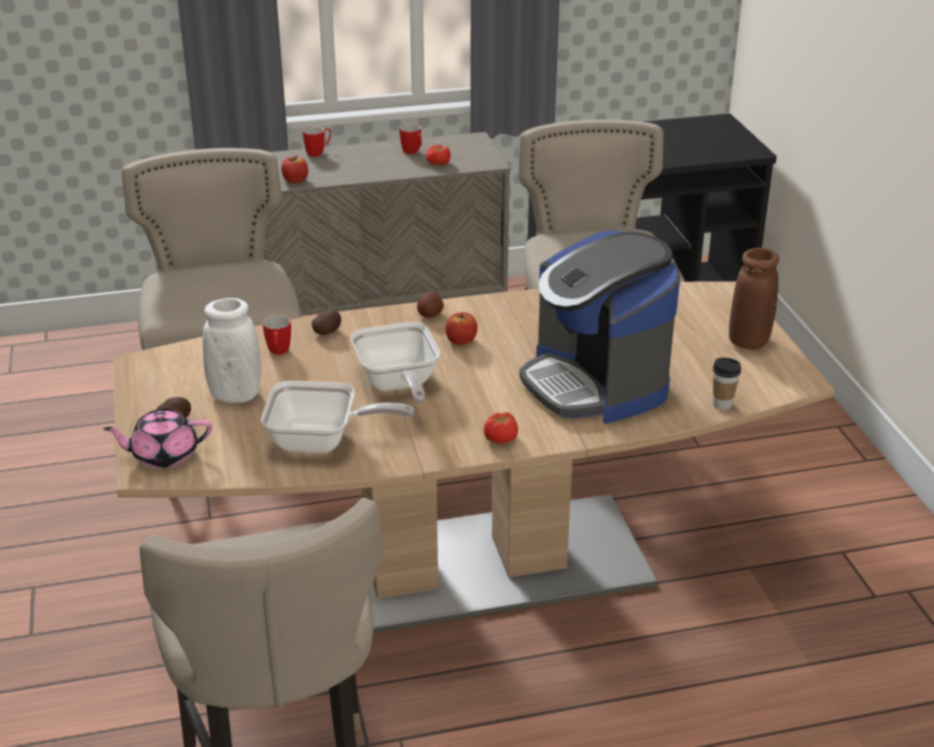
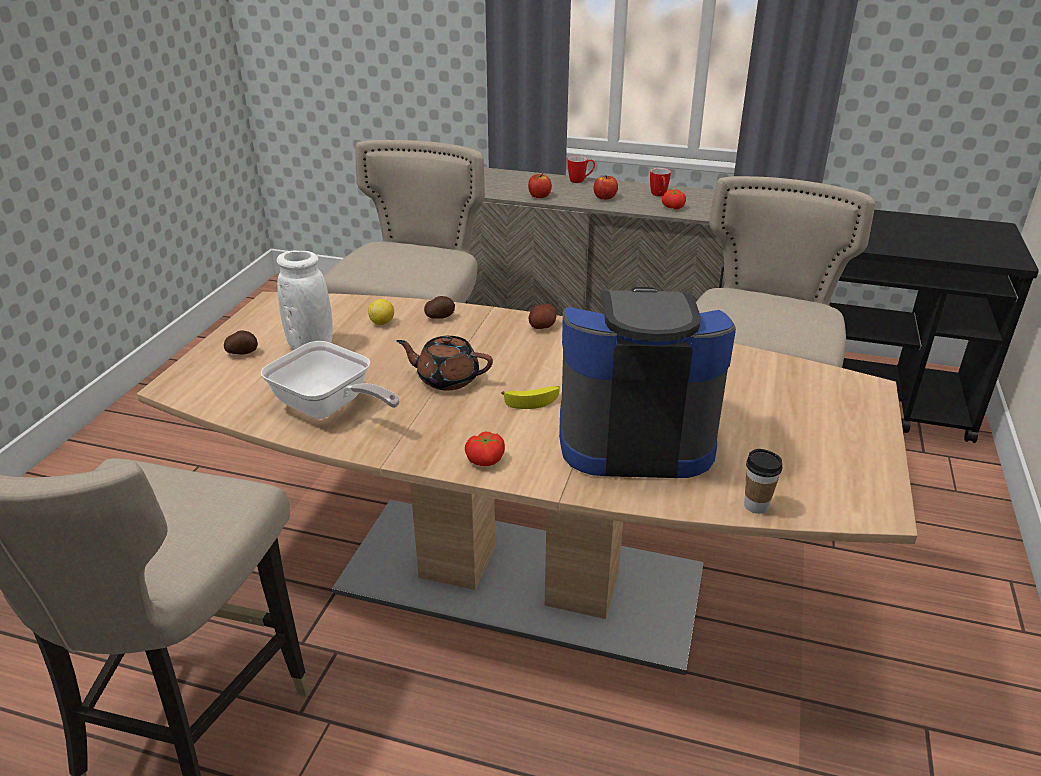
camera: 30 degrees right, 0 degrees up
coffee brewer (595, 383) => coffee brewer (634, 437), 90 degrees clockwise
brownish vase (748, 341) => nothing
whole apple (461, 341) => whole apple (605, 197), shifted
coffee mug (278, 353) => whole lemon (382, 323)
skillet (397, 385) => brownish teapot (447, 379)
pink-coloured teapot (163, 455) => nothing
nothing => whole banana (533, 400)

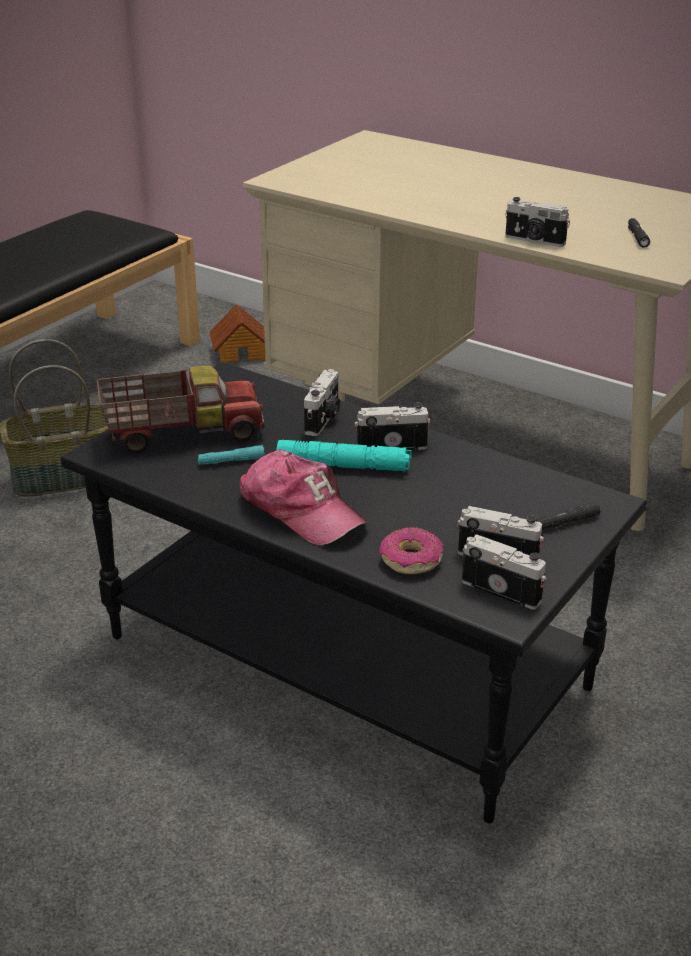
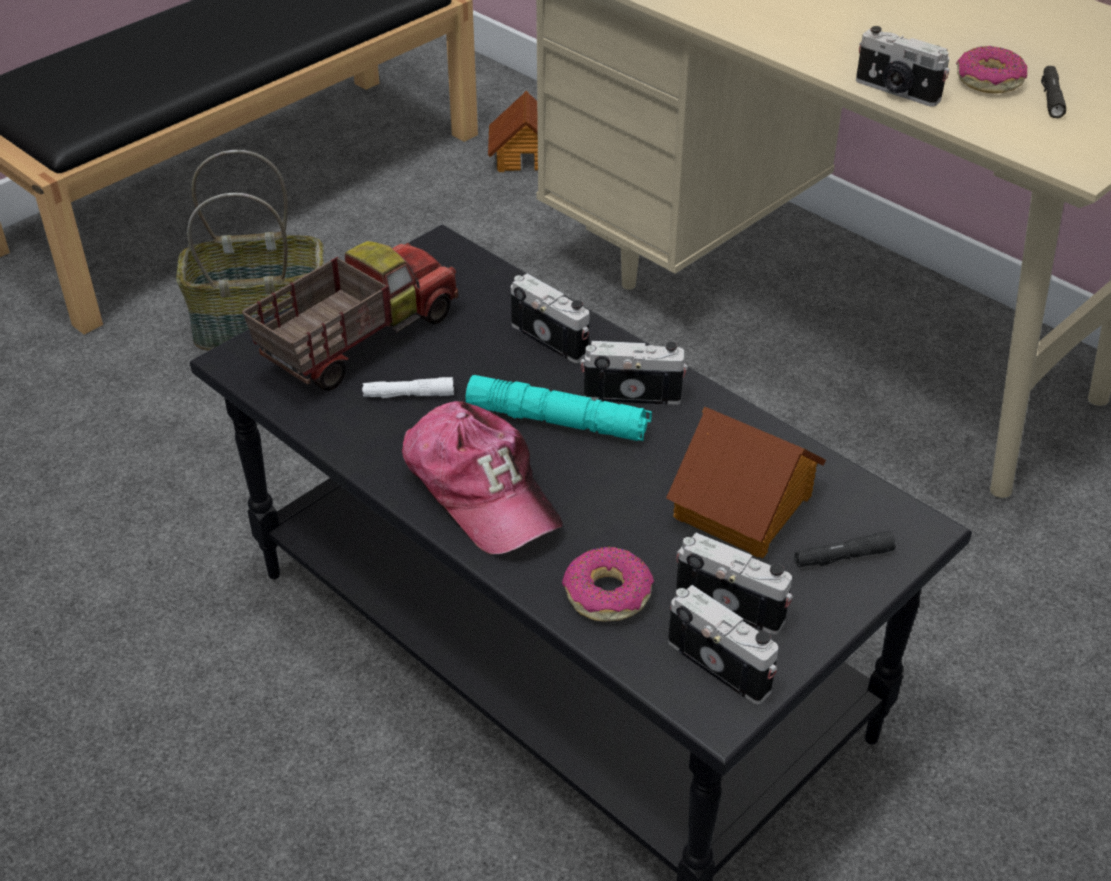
camera: 10 degrees right, 10 degrees up
toy lorry (182, 433) => toy lorry (357, 340), 45 degrees counterclockwise
photo camera (324, 420) => photo camera (551, 338), 75 degrees counterclockwise
blue-green hand torch (231, 461) => whitish hand torch (408, 395)
nothing => doughnut (988, 81)
nothing => toy house (745, 507)

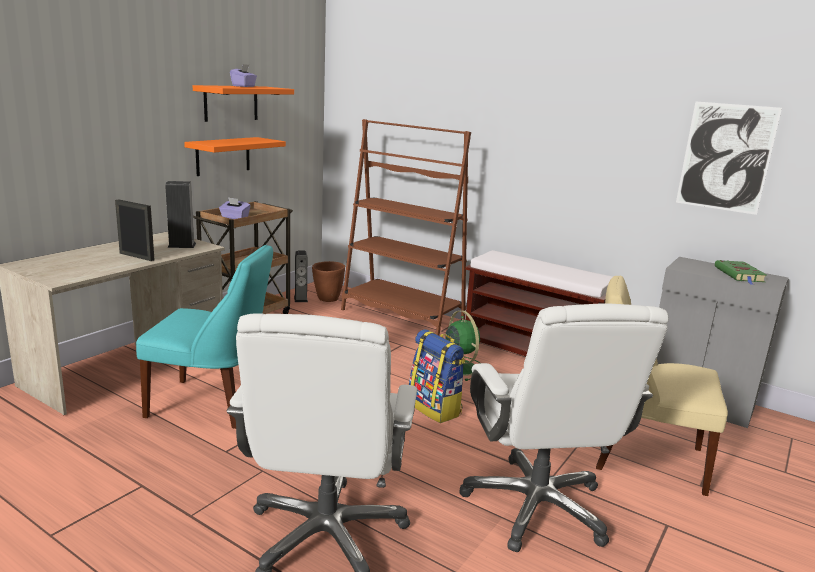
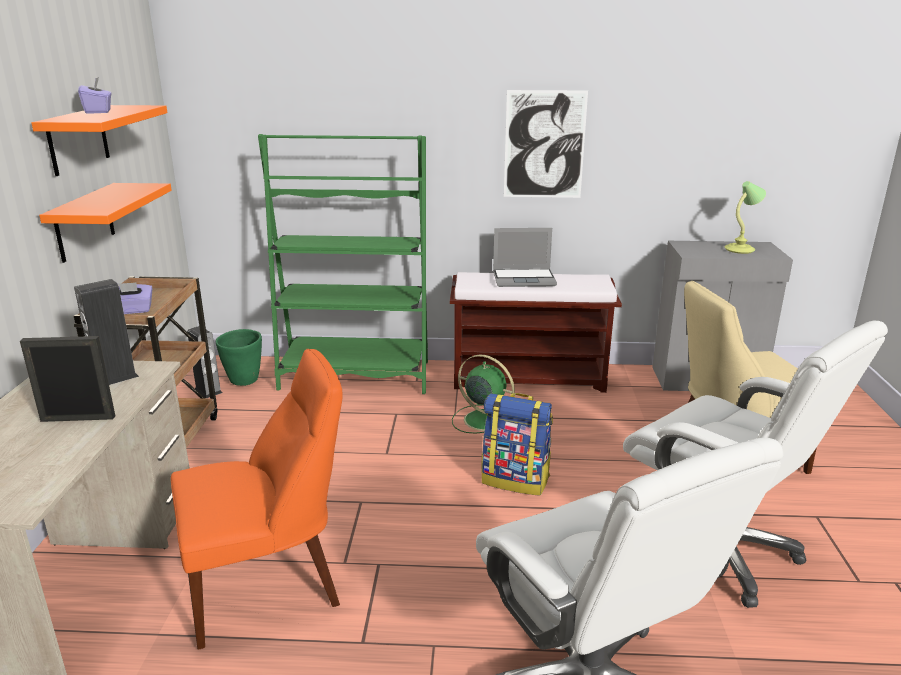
camera: 30 degrees left, 5 degrees up
wall art (726, 157) => wall art (544, 145), shifted
brownish bookcase (402, 316) => greenish bookcase (355, 376)
blue-green chair (212, 405) => orange chair (270, 586)
greenish bound book (740, 275) => tabletop lamp (740, 249)
brownish planter (328, 299) => greenish planter (244, 381)
nothing => portable computer (524, 279)

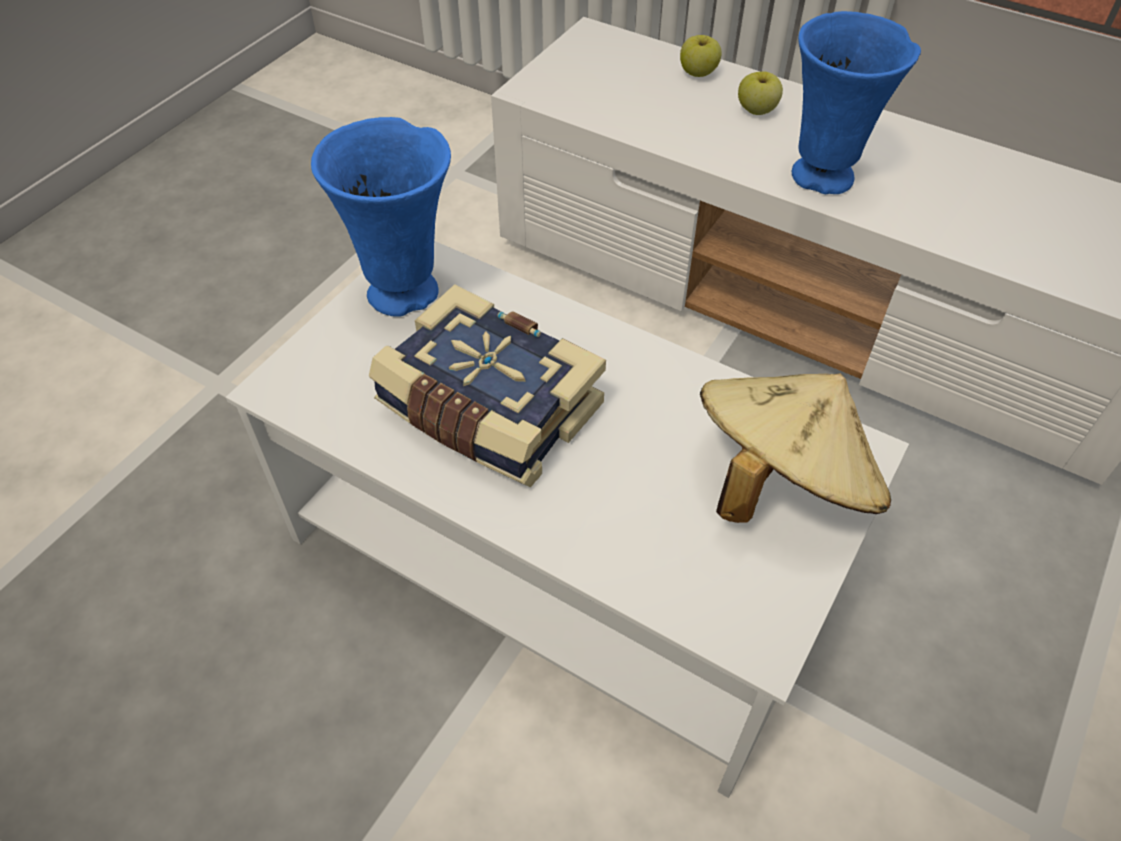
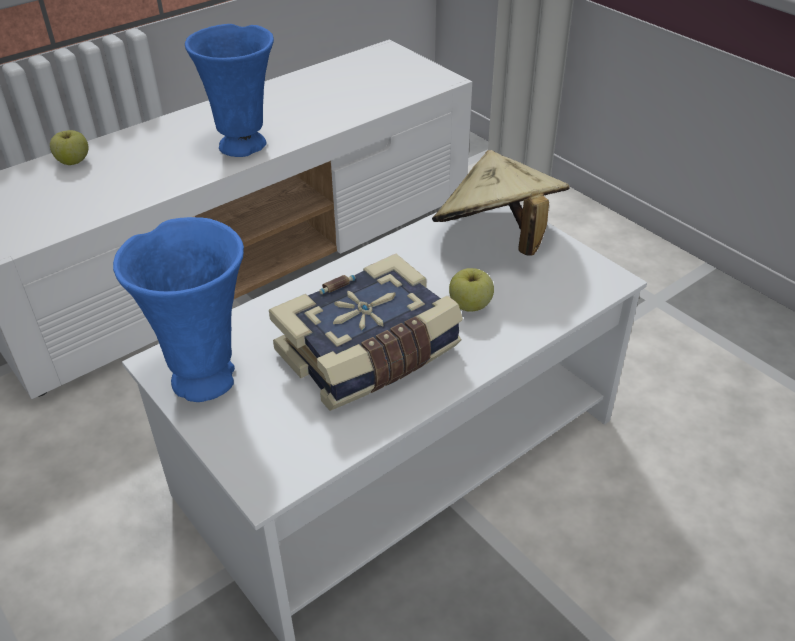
camera: 70 degrees left, 10 degrees down
whole apple (756, 110) => whole apple (470, 306), shifted

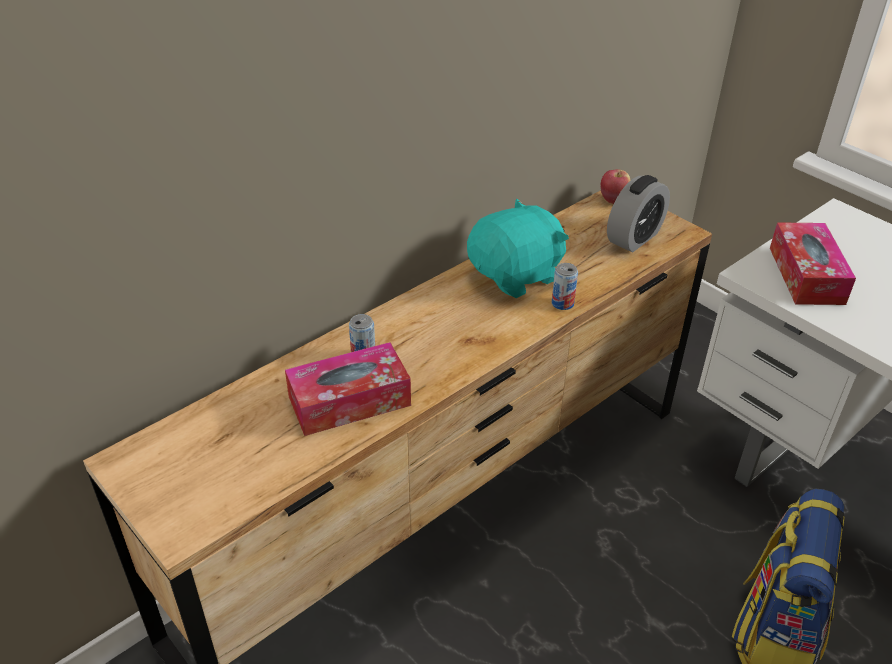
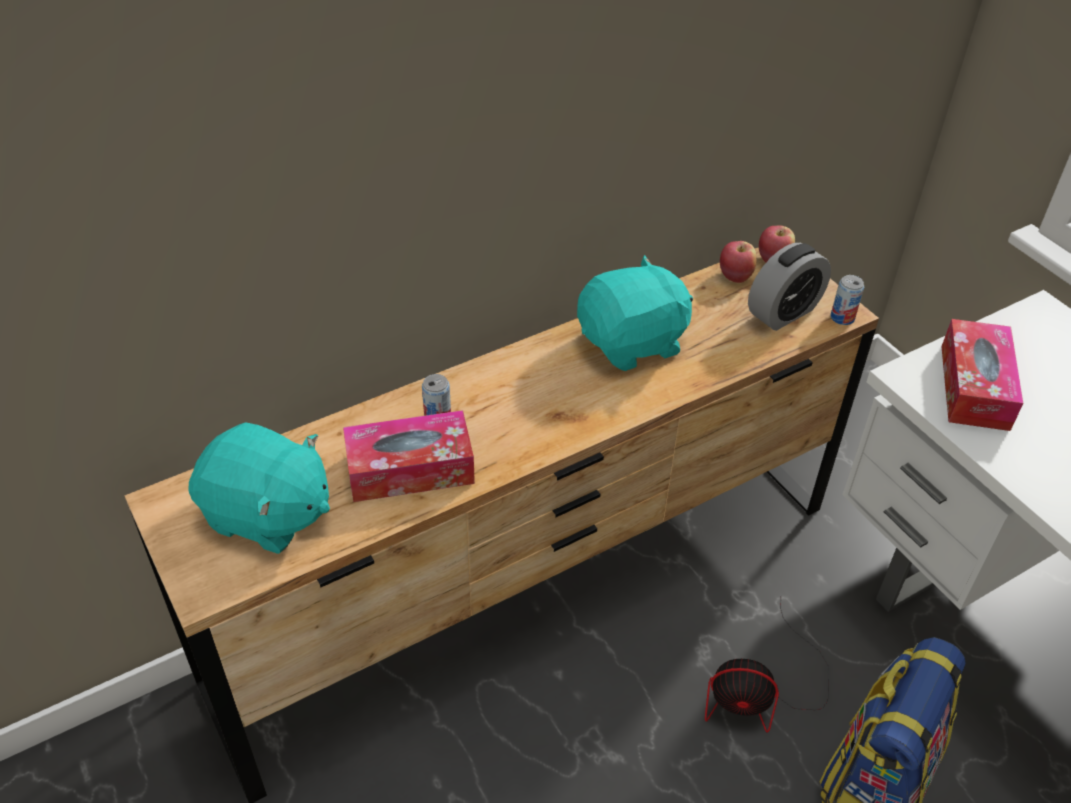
camera: 10 degrees right, 5 degrees up
metal can (562, 303) => metal can (842, 317), shifted
nothing => whole apple (735, 276)
nothing => blue-green soft toy (267, 514)
nothing => cooling fan (761, 693)

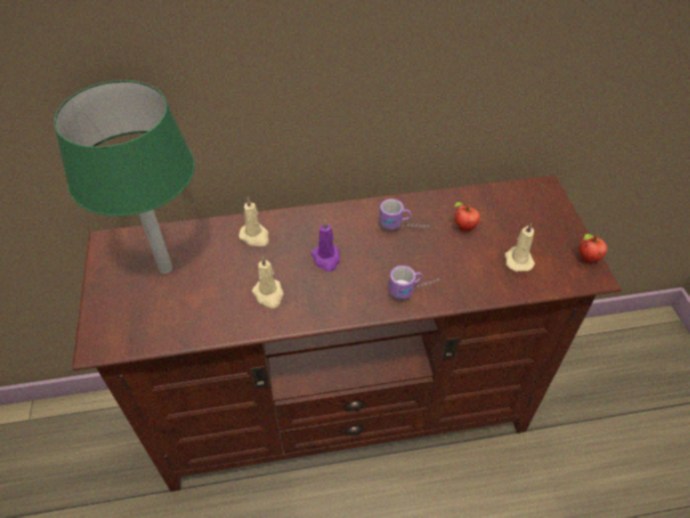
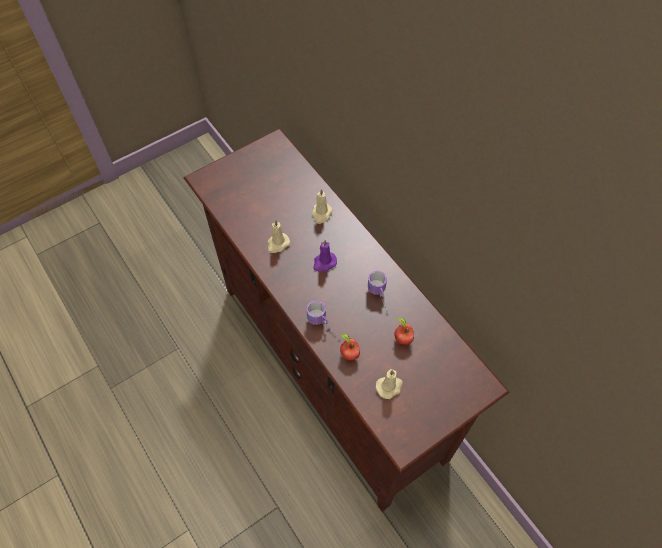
camera: 65 degrees right, 10 degrees up
greenish tabletop lamp (166, 268) => nothing
whole apple (587, 259) => whole apple (348, 354), shifted

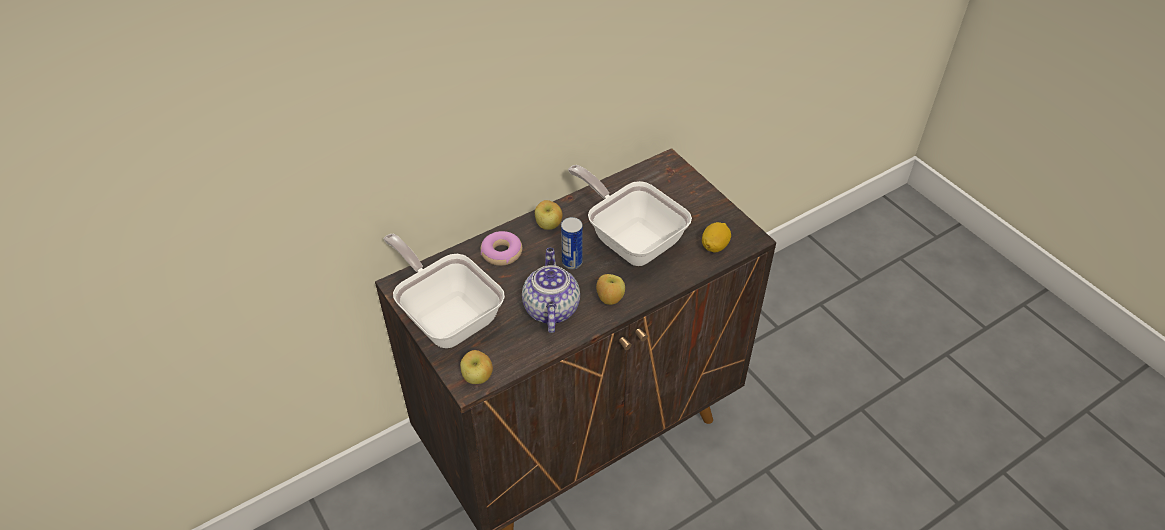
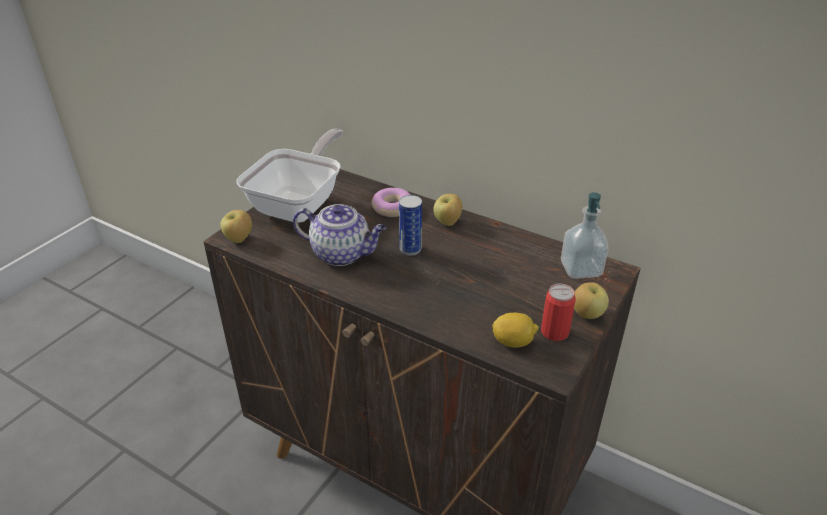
camera: 65 degrees right, 10 degrees down
skillet (630, 239) => nothing
teapot (550, 308) => teapot (342, 254), 45 degrees clockwise
whole apple (609, 299) => whole apple (587, 314), shifted
nothing => liquid soap bottle (581, 269)
nothing => metal can (554, 332)

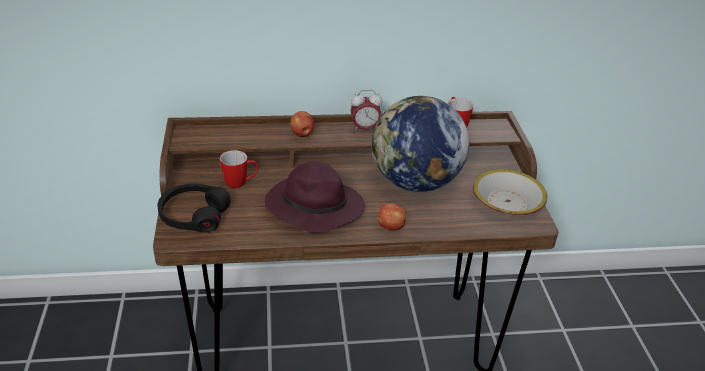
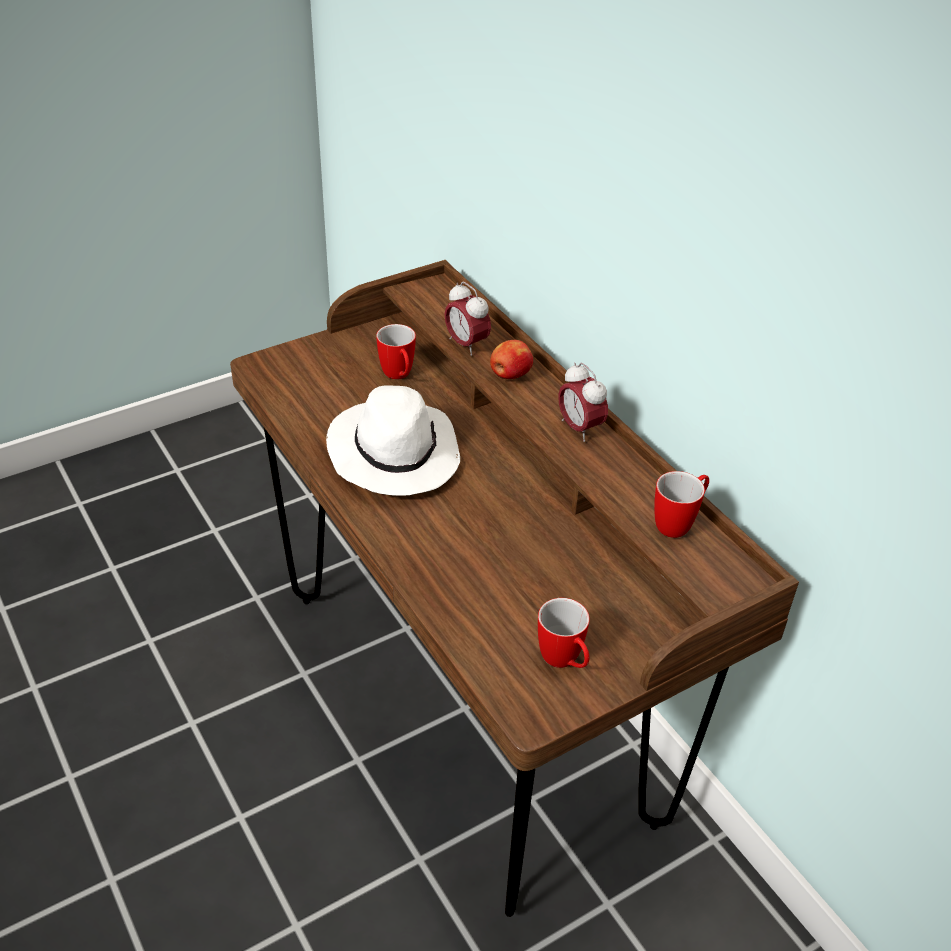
camera: 65 degrees right, 5 degrees up
world globe (415, 182) => nothing
purplish wearable hat (312, 207) => whitish wearable hat (393, 453)
deep dish (507, 202) => coffee mug (564, 662)
blackish headset (193, 215) => nothing
whole apple (391, 227) => nothing
nothing => alarm clock (466, 344)

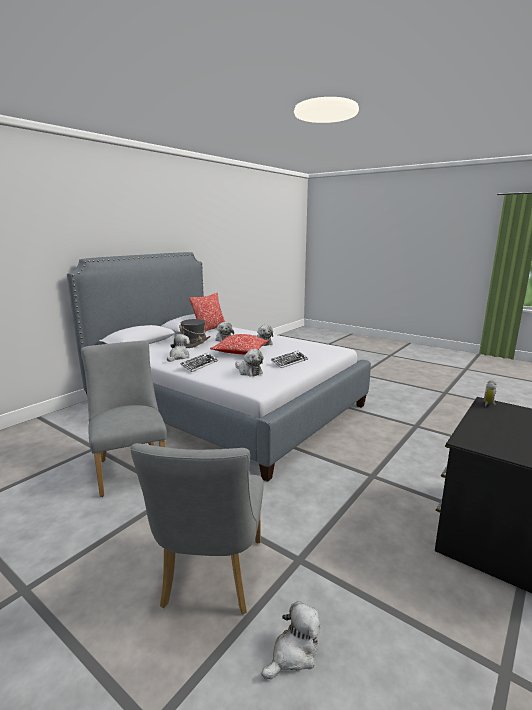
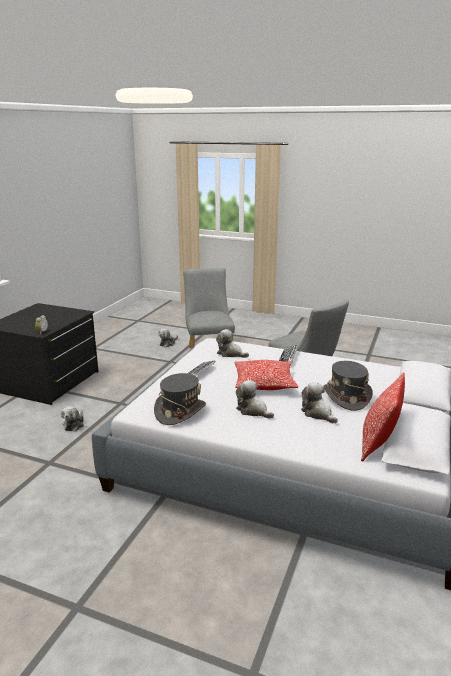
camera: 165 degrees right, 5 degrees up
soft toy (178, 357) => soft toy (74, 424), shifted
nothing => gray wearable hat (180, 411)

